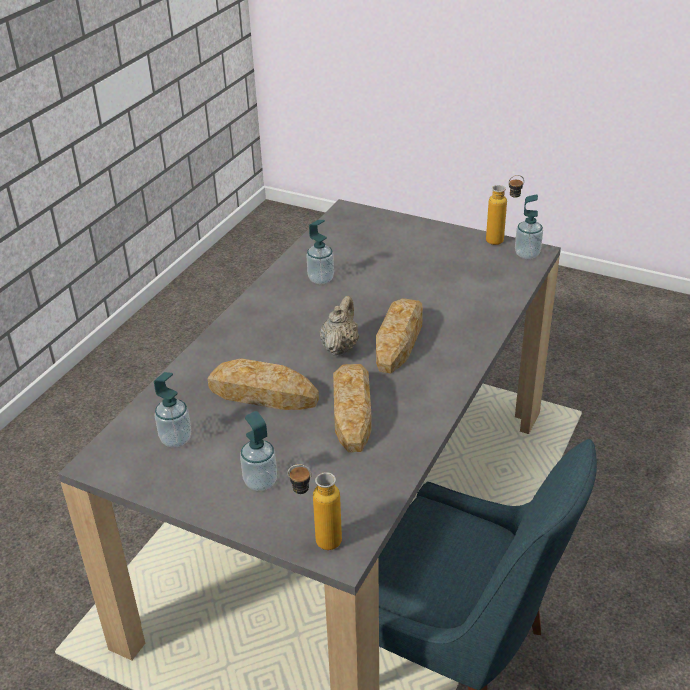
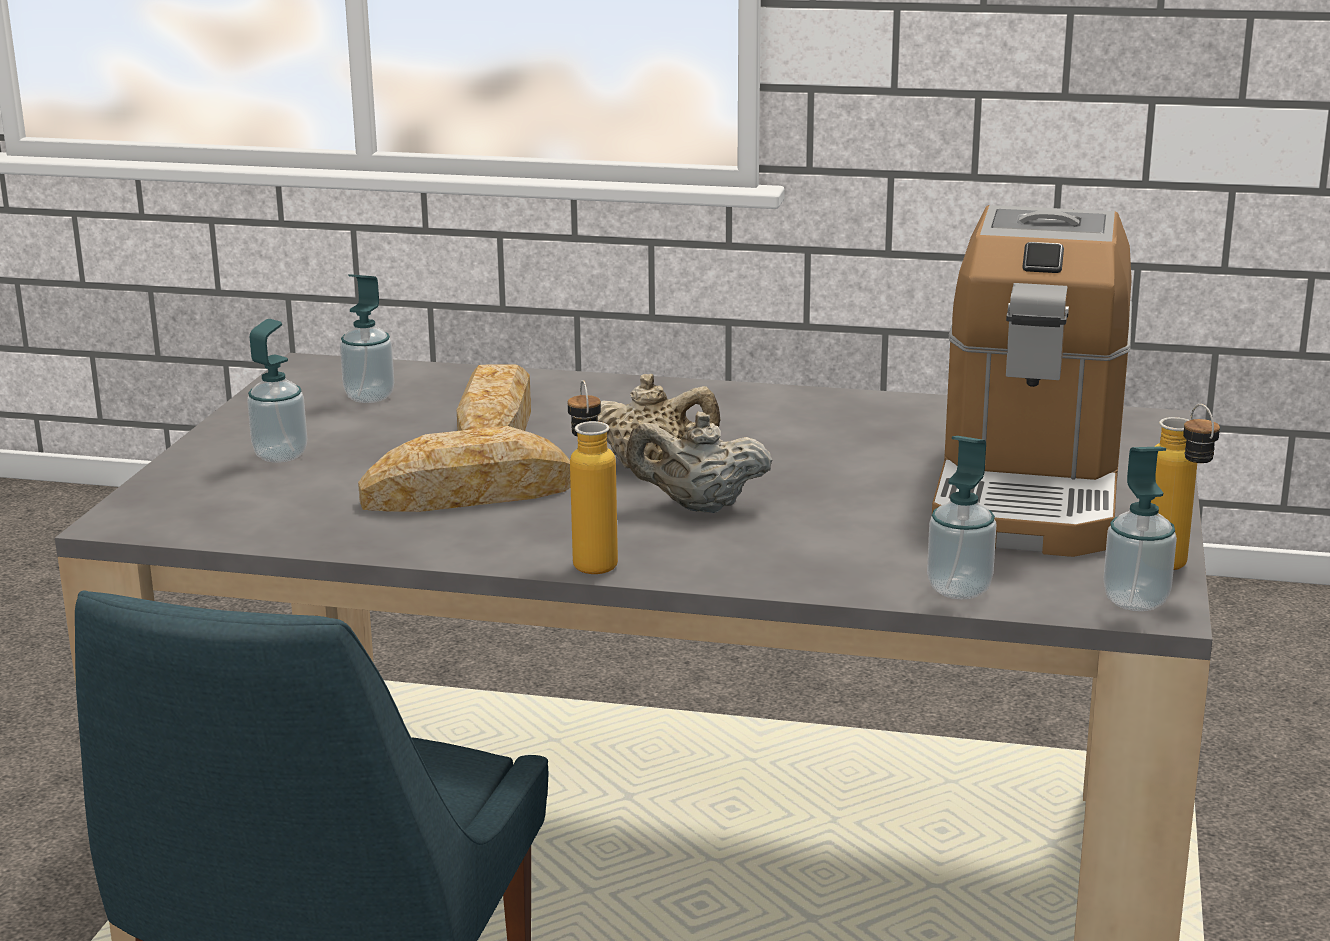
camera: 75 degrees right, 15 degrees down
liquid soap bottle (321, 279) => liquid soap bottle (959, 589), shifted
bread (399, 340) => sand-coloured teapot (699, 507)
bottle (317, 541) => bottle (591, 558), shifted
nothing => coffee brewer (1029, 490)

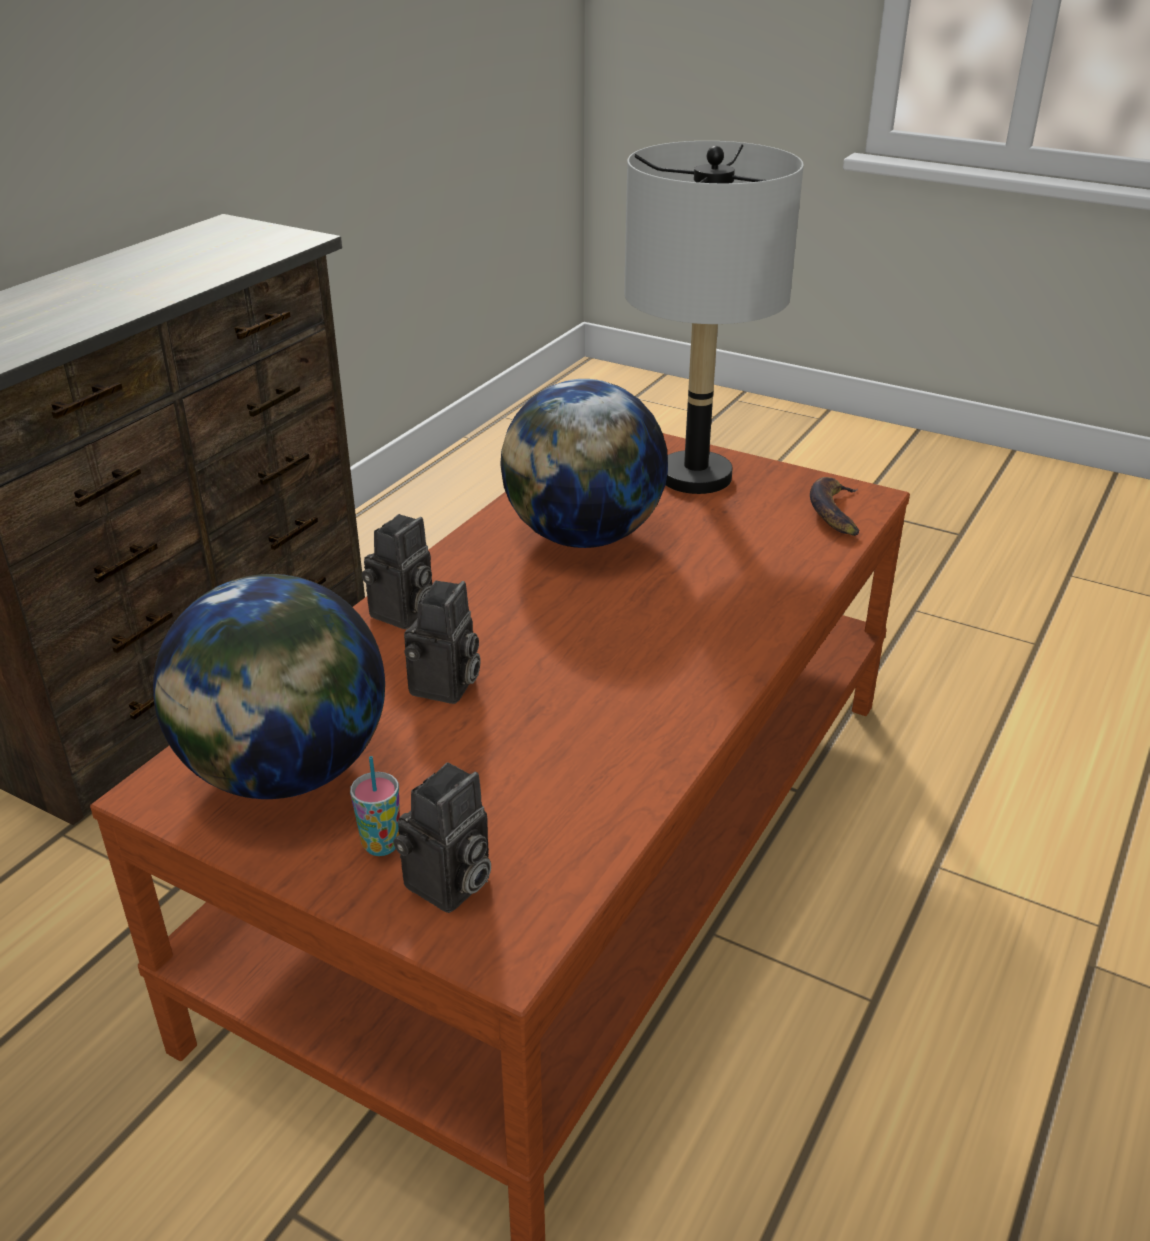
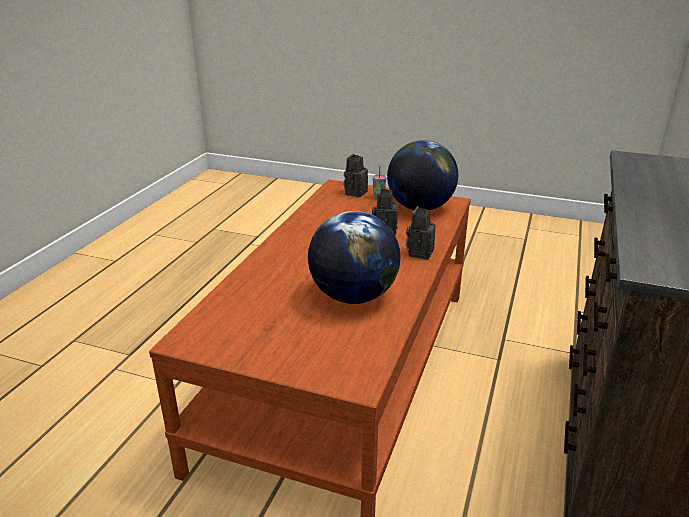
camera: 170 degrees right, 5 degrees down
gray tabletop lamp (694, 477) => nothing
whole banana (834, 512) => nothing

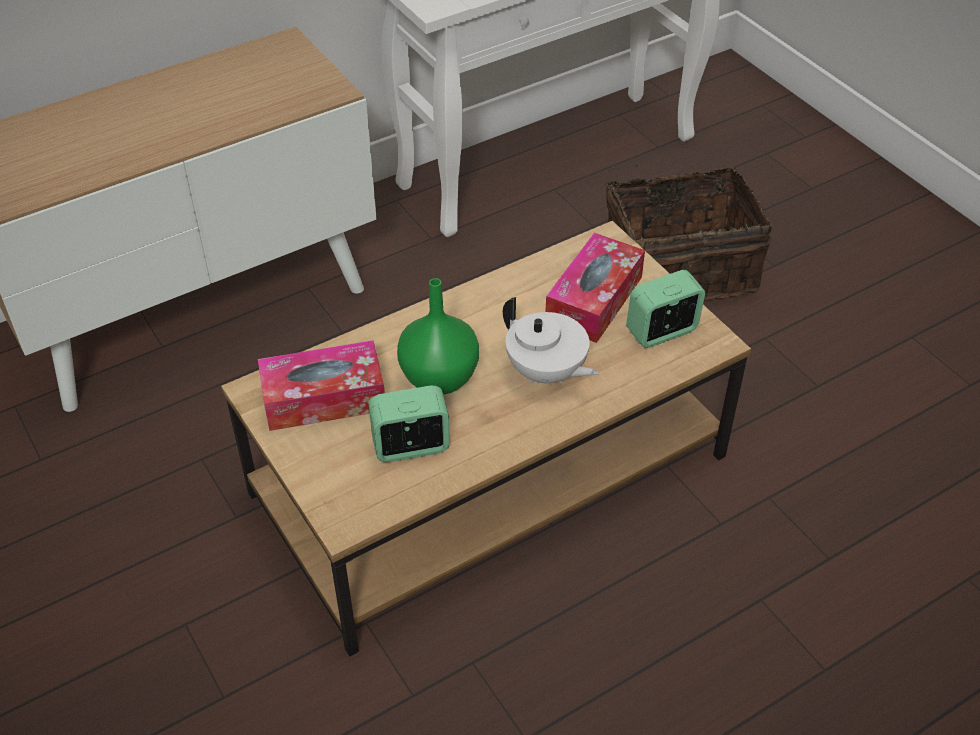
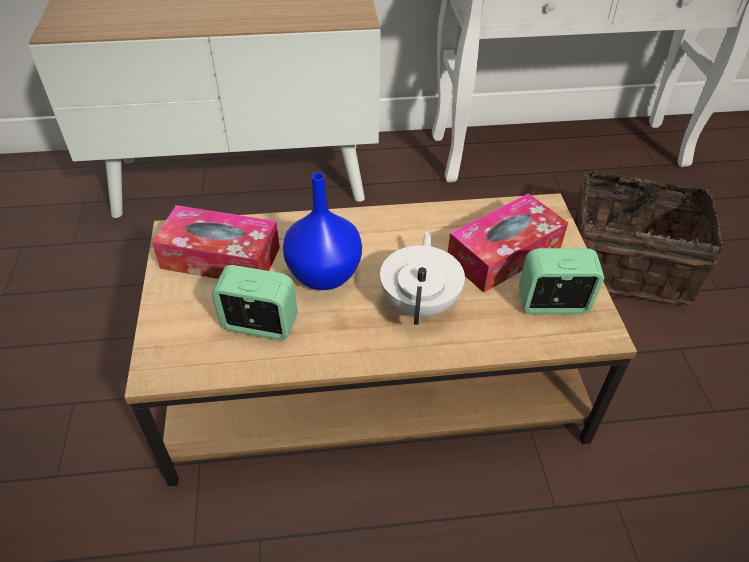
camera: 25 degrees right, 0 degrees up
greenish vase (440, 380) => bluish vase (324, 276)
whitish teapot (546, 372) => whitish teapot (420, 303), 150 degrees counterclockwise

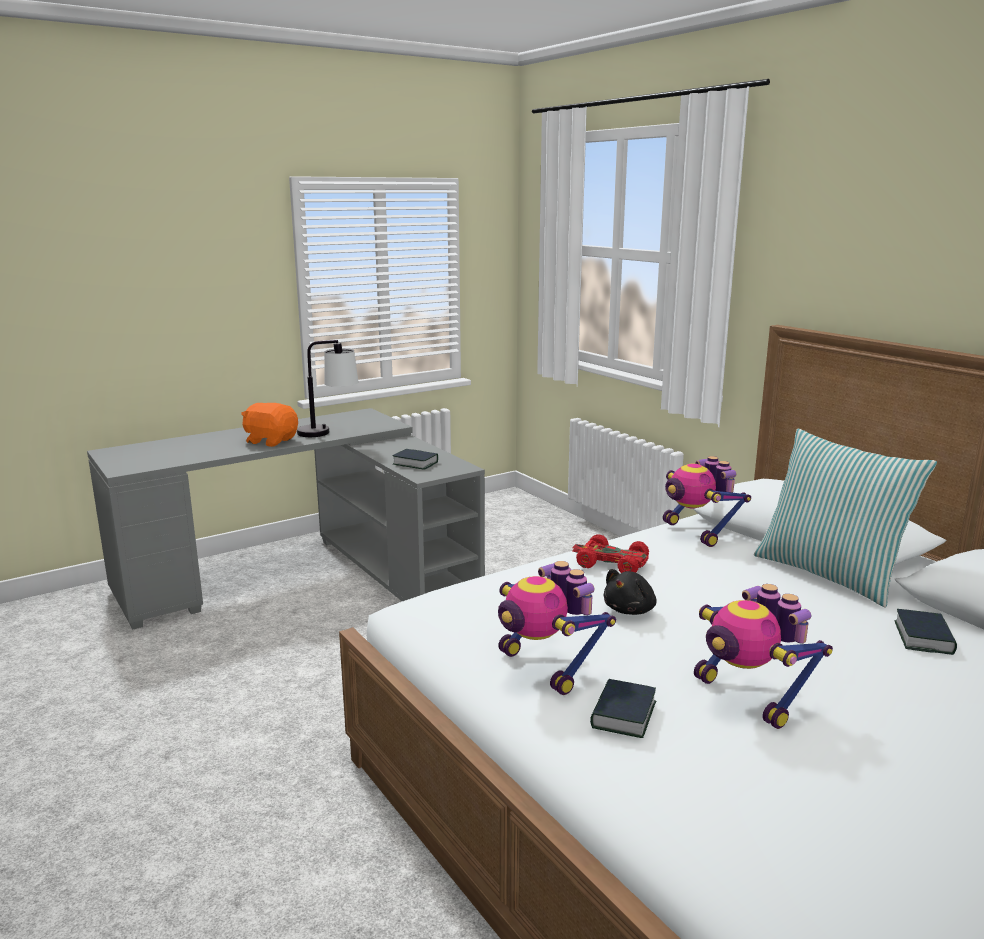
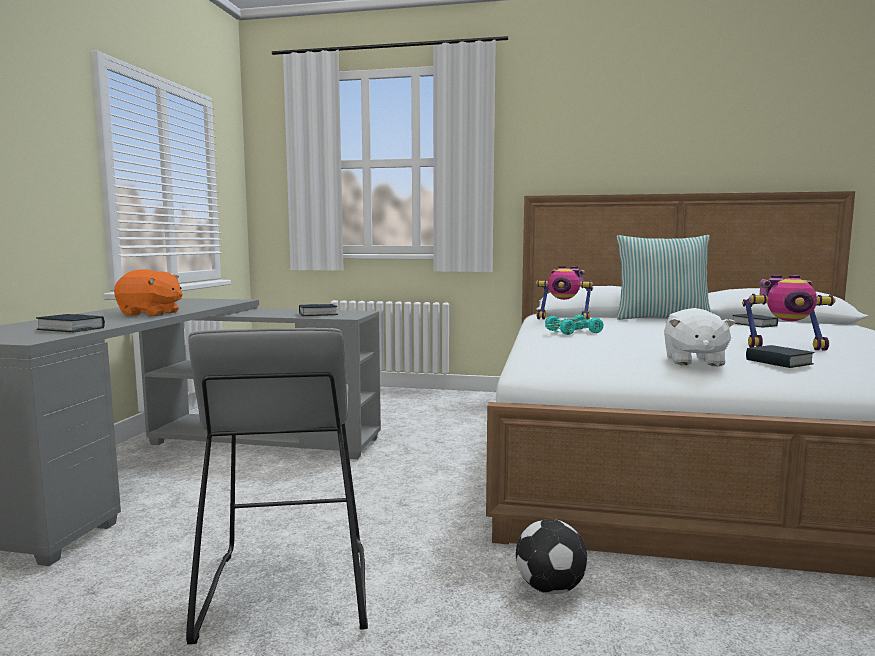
camera: 45 degrees left, 10 degrees down
tabletop lamp (329, 433) => nothing
orange soft toy (271, 441) => orange soft toy (150, 314), 150 degrees counterclockwise
red model car (610, 563) => blue-green model car (572, 332)
toy robot (546, 667) => whitish soft toy (693, 361)
blackish soft toy (631, 610) => nothing
nothing => bound book (71, 329)
nothing => gray stool (286, 590)
nothing => football (551, 588)

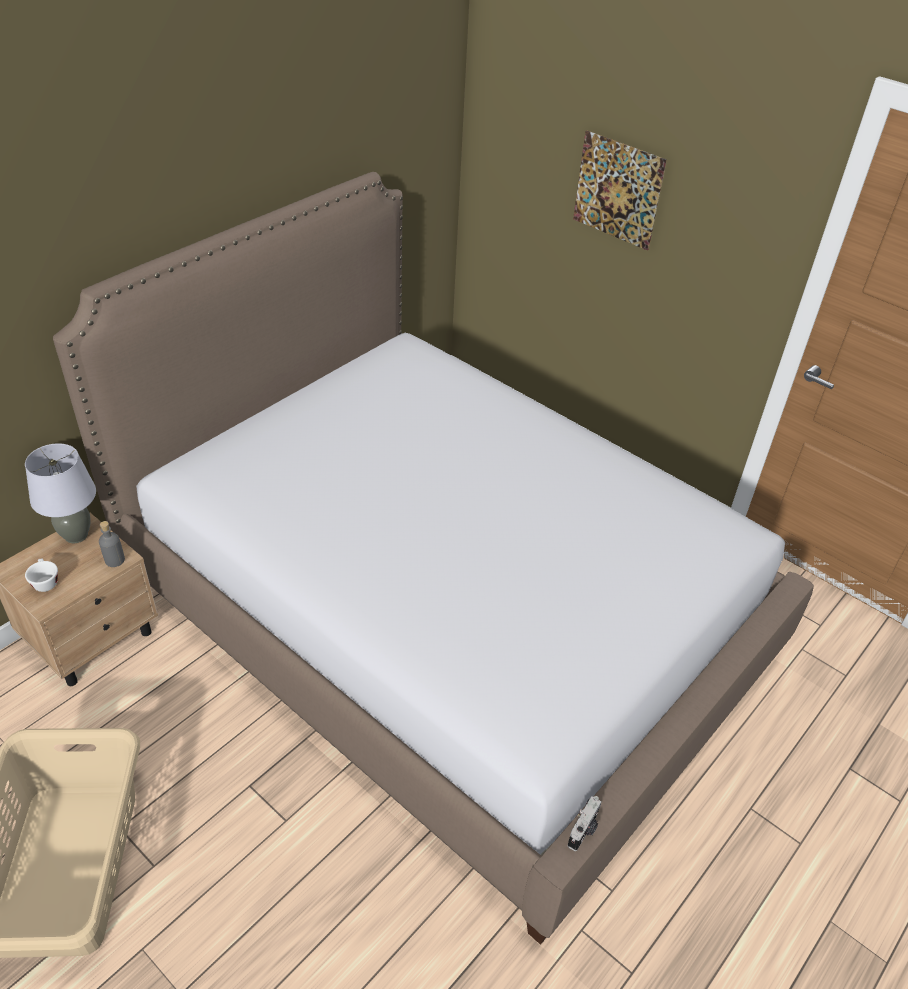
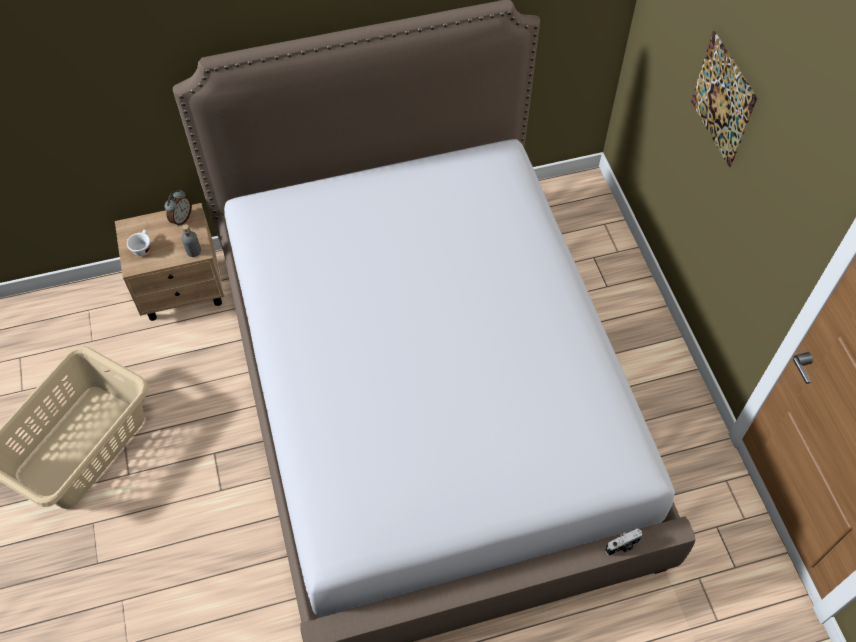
camera: 35 degrees right, 15 degrees up
gray tabletop lamp (76, 536) => alarm clock (181, 219)
photo camera (584, 831) => photo camera (622, 546), shifted

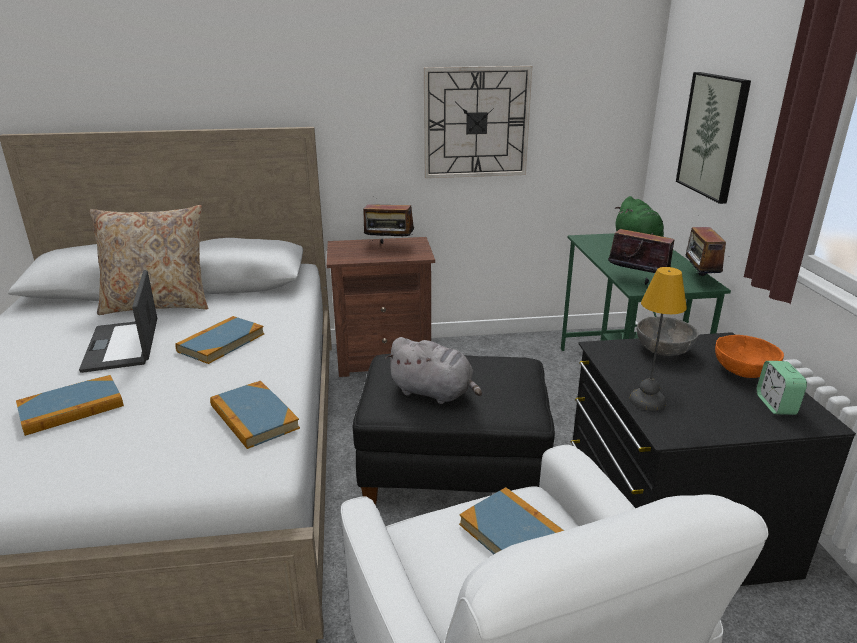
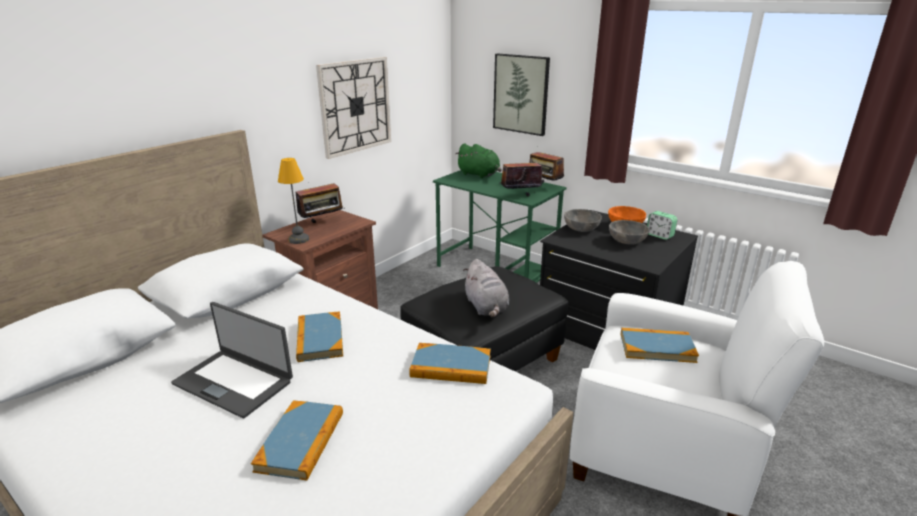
camera: 45 degrees left, 0 degrees up
sand-coloured throw pillow (158, 304) => nothing
tabletop lamp (647, 401) => tabletop lamp (298, 240), shifted
gray soft toy (434, 393) => gray soft toy (486, 307), 90 degrees clockwise
nothing => gray deep dish (626, 241)

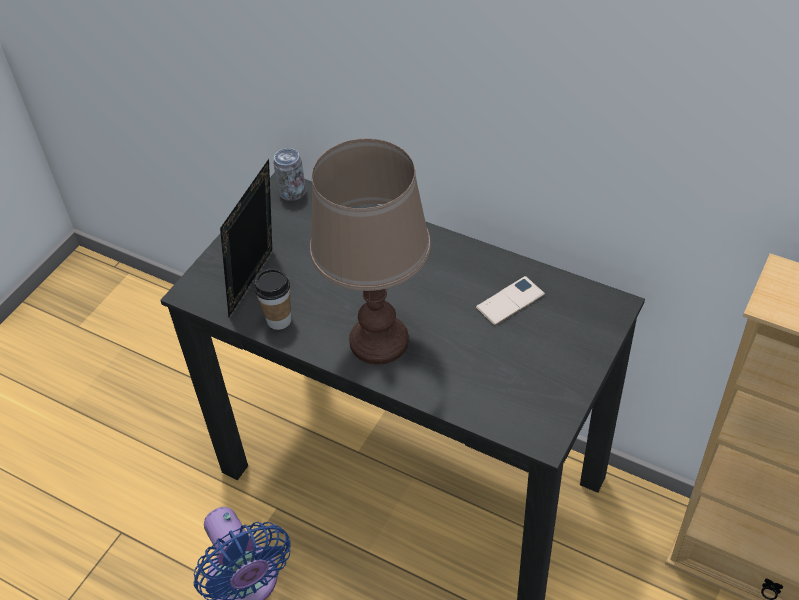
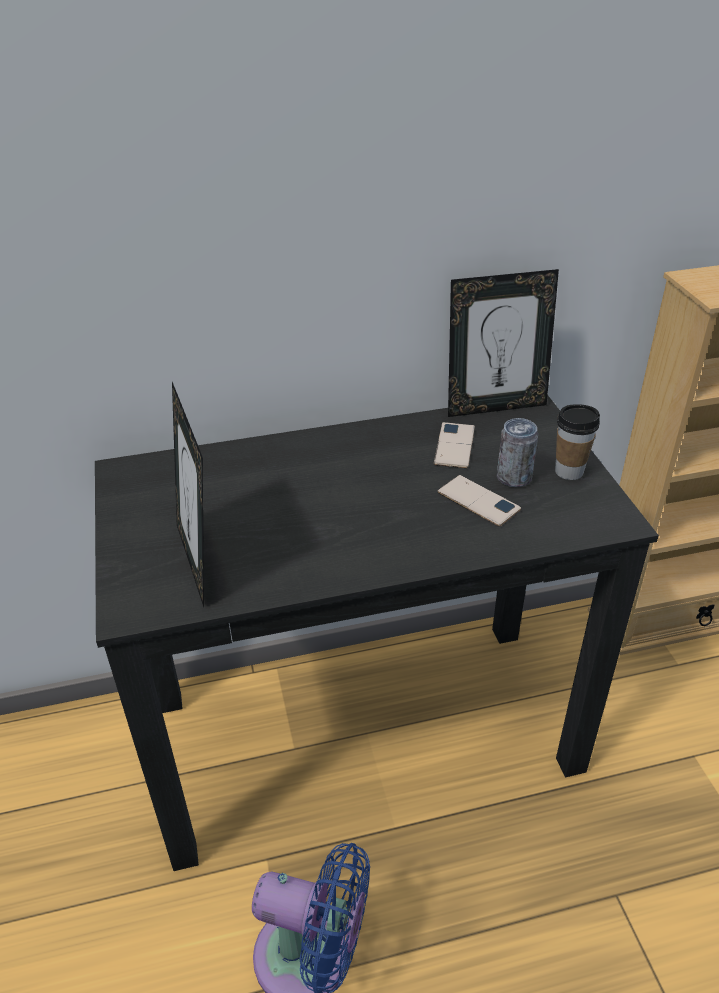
camera: 45 degrees left, 10 degrees down
brownish tabletop lamp (378, 341) => nothing
metal can (292, 192) => metal can (514, 478), shifted
cup (279, 320) => cup (569, 471), shifted
nothing => photo frame (495, 406)
nothing => telephone (478, 501)

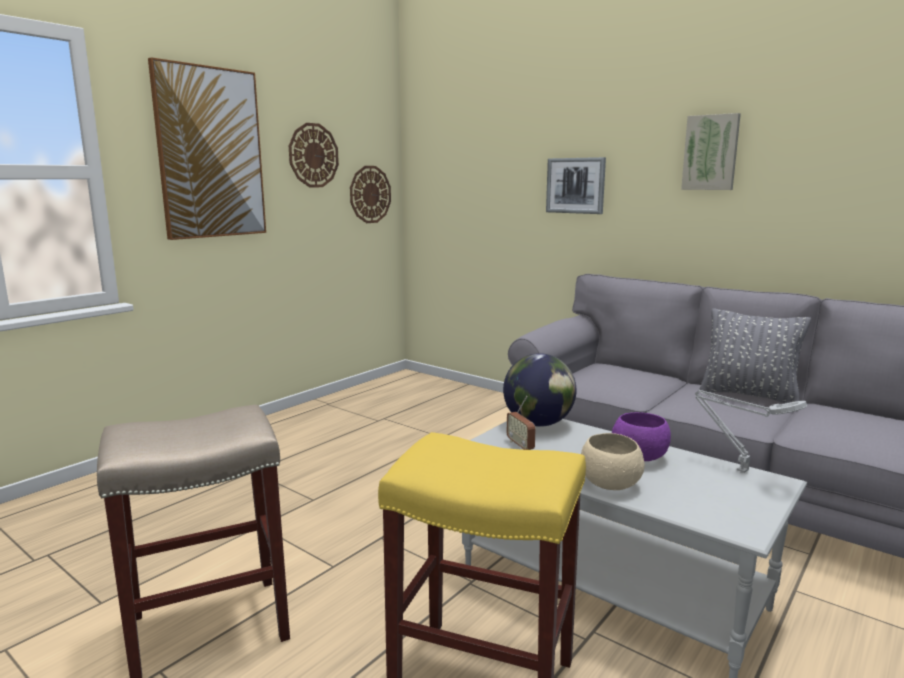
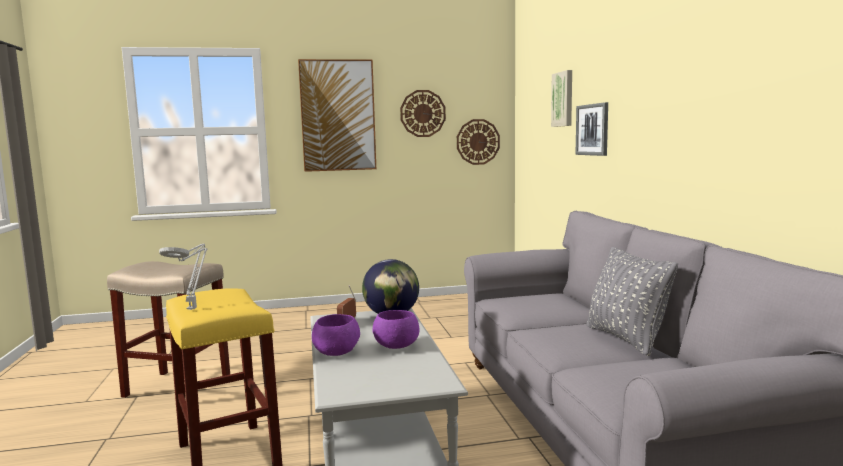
camera: 40 degrees right, 5 degrees down
wall art (711, 152) => wall art (563, 99), shifted
gray tabletop lamp (738, 470) => gray tabletop lamp (192, 308), shifted
sand-coloured deep dish (610, 484) => purplish deep dish (335, 352)

